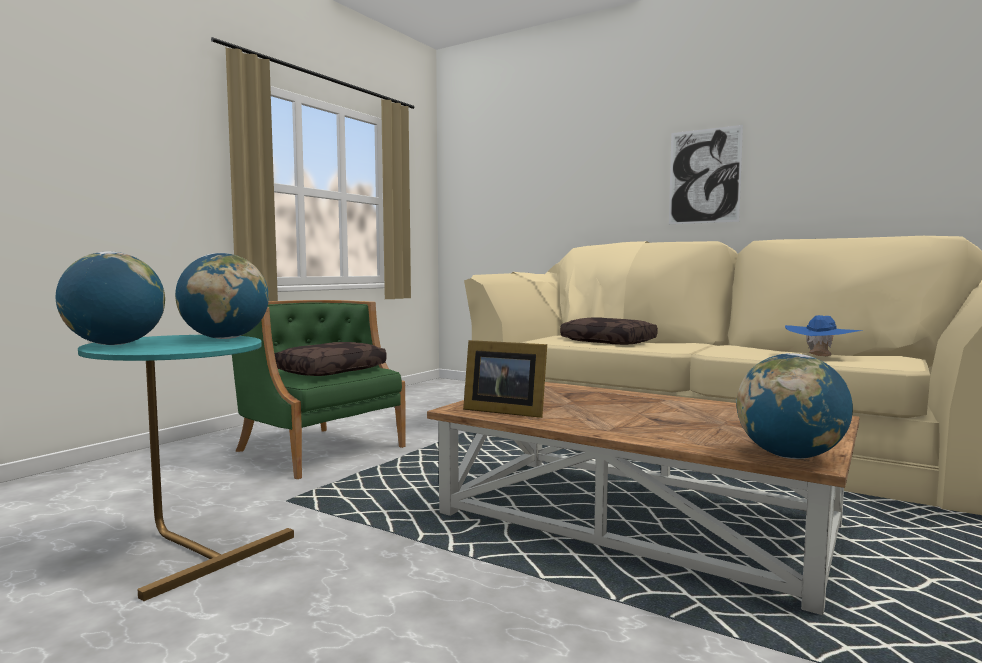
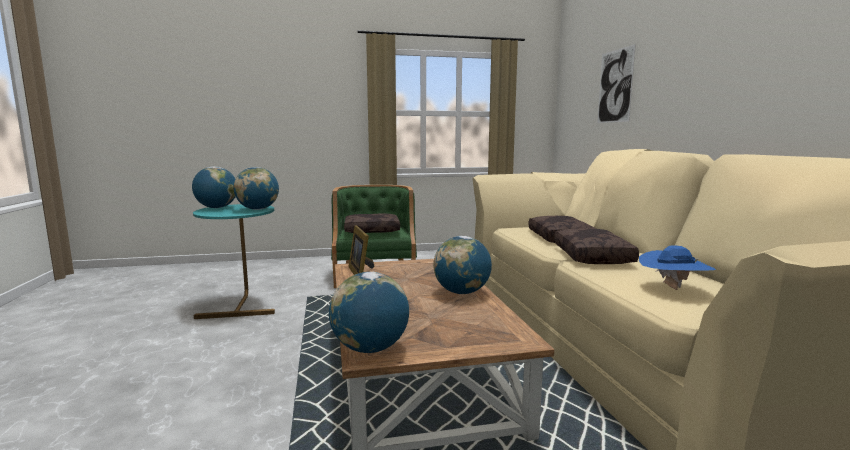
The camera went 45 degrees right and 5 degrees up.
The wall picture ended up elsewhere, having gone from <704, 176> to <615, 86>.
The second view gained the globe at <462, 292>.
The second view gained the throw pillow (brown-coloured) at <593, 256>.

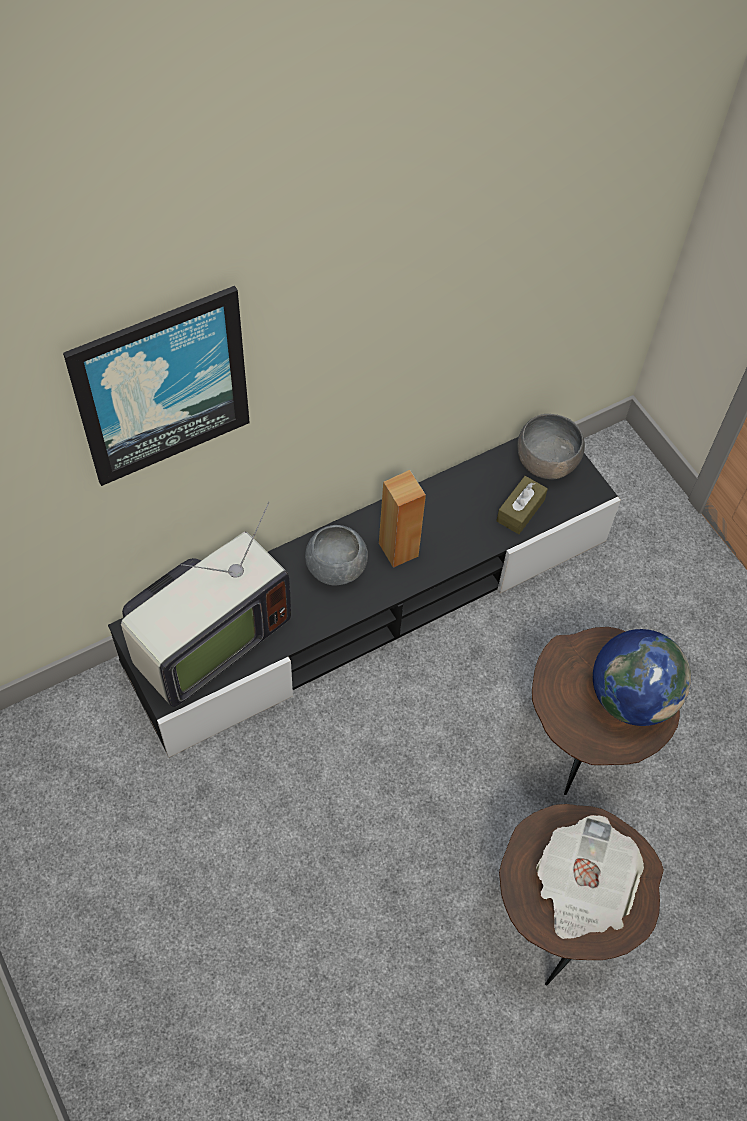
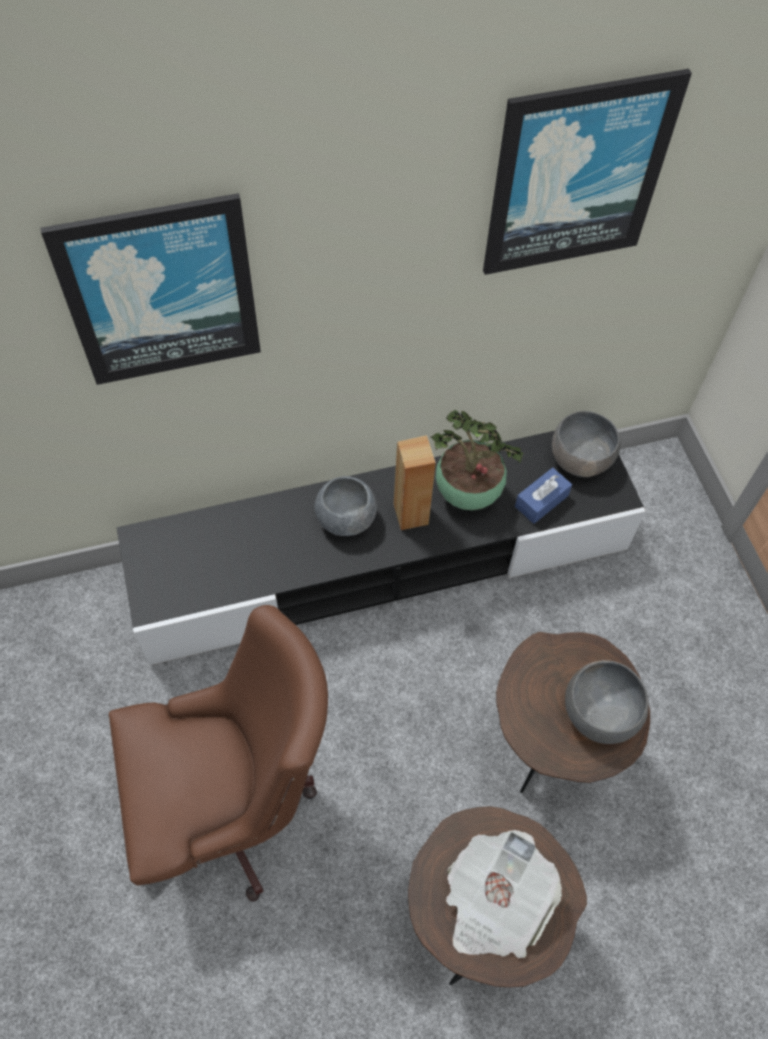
The camera went 15 degrees right and 0 degrees up.
The second view lost the TV at <206, 641>.
What was the tissue box (brown-coloured) at <520, 510> turned into the tissue box (blue-coloured) at <541, 501>.
Where the globe stood at <631, 696>, the serving bowl (gray) came to stand at <600, 712>.
The second view gained the desk chair (brown-coloured) at <232, 807>.
The second view gained the potted plant at <469, 494>.
The second view gained the wall picture at <576, 175>.

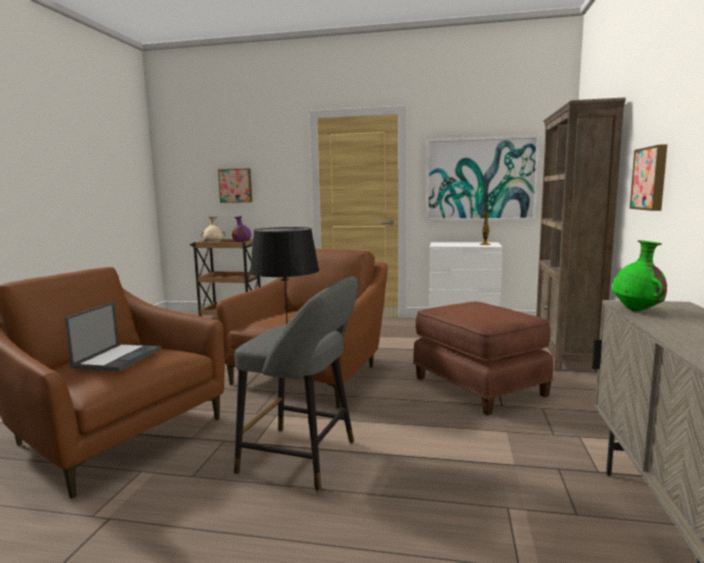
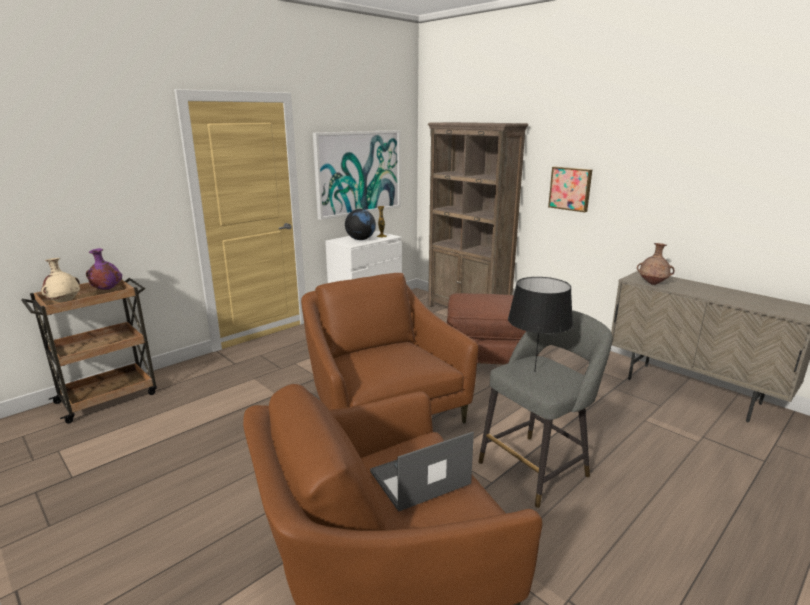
The camera went 55 degrees left and 10 degrees up.
The portable computer at <118, 357> ended up facing another way, 75 degrees counterclockwise from before.
The second view lost the wall picture at <236, 185>.
What was the decorative vase (greenish) at <637, 311> turned into the decorative vase (brown-coloured) at <653, 283>.
The second view gained the globe at <360, 239>.

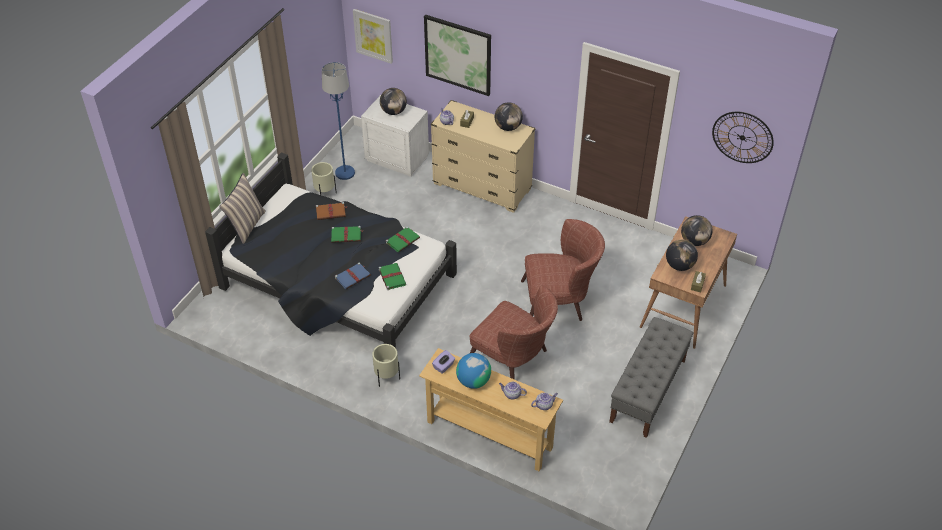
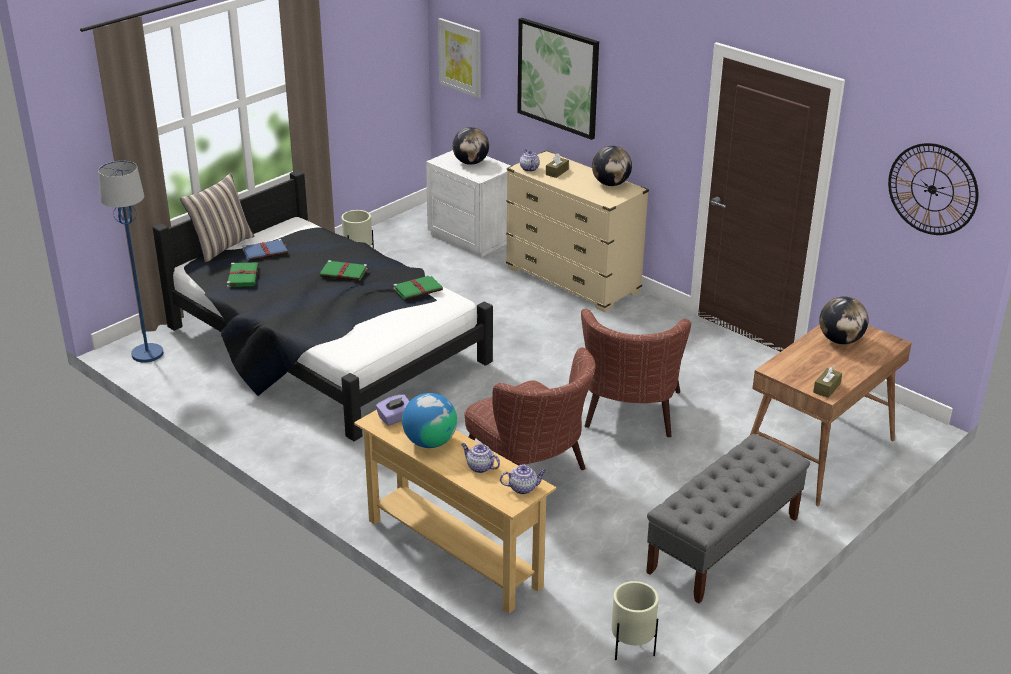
The camera went 15 degrees right and 15 degrees down.
The second view lost the book (brown-coloured) at <331, 212>.
The standing lamp (blue-coloured) ended up elsewhere, having gone from <345, 173> to <148, 354>.
The book (blue-coloured) ended up elsewhere, having gone from <353, 276> to <266, 252>.
The planter (sand-coloured) ended up elsewhere, having gone from <387, 378> to <632, 650>.
The book (greenish) ended up elsewhere, having gone from <392, 277> to <243, 276>.
The armchair (brown-coloured) at <559, 301> ended up facing another way, 90 degrees clockwise from before.
The second view lost the globe at <679, 265>.

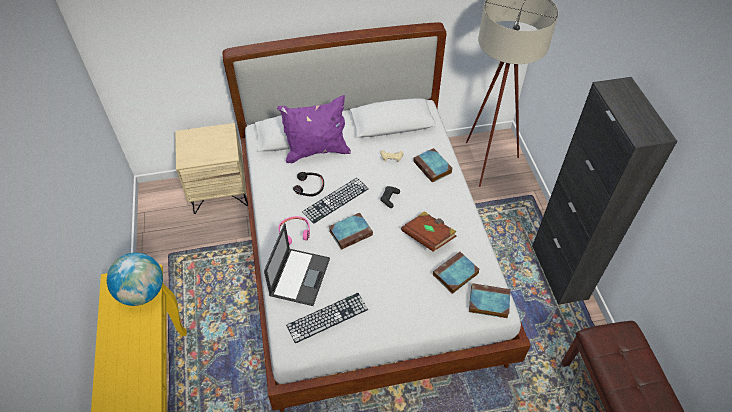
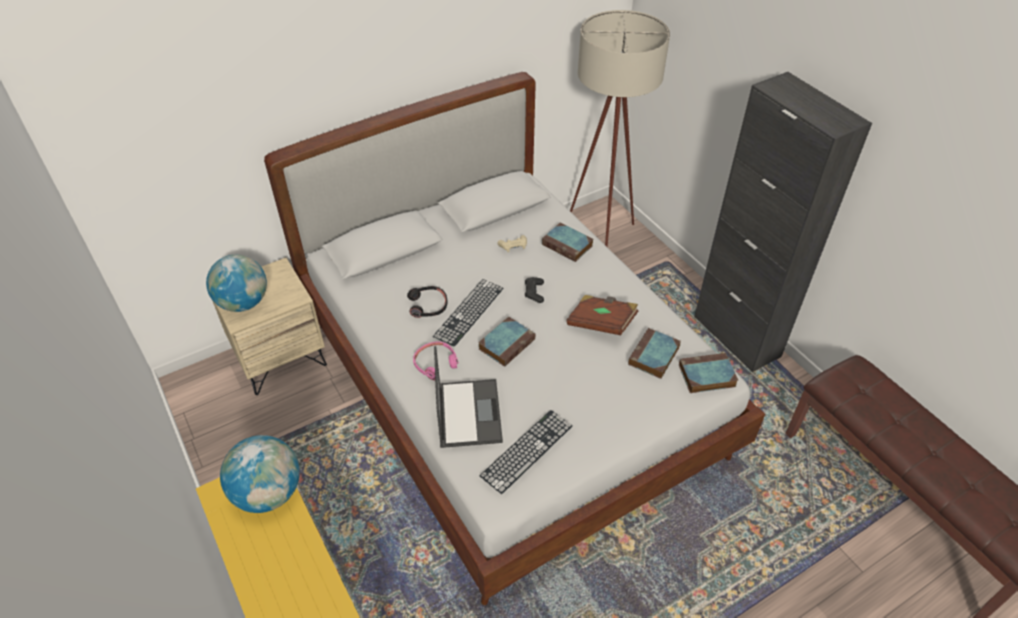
The camera went 20 degrees left and 5 degrees down.
The second view lost the throw pillow (purple) at <316, 151>.
The second view gained the globe at <244, 302>.

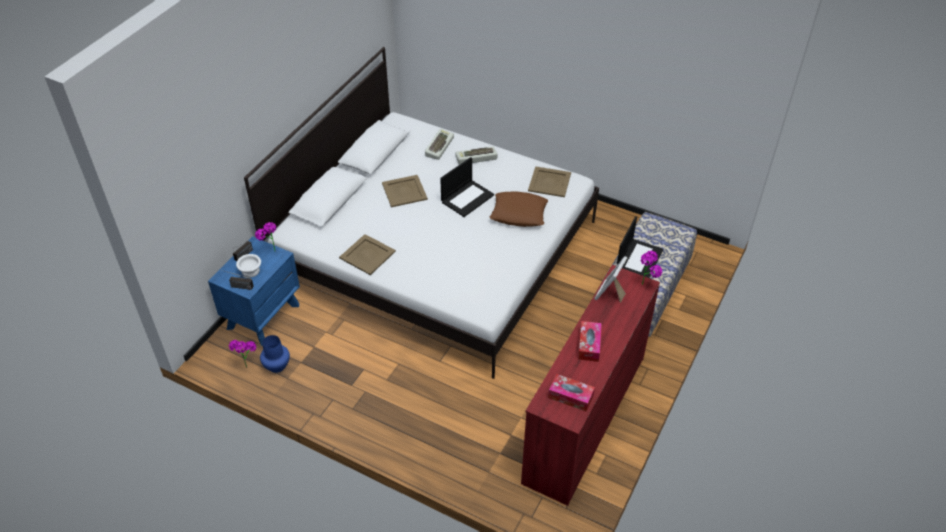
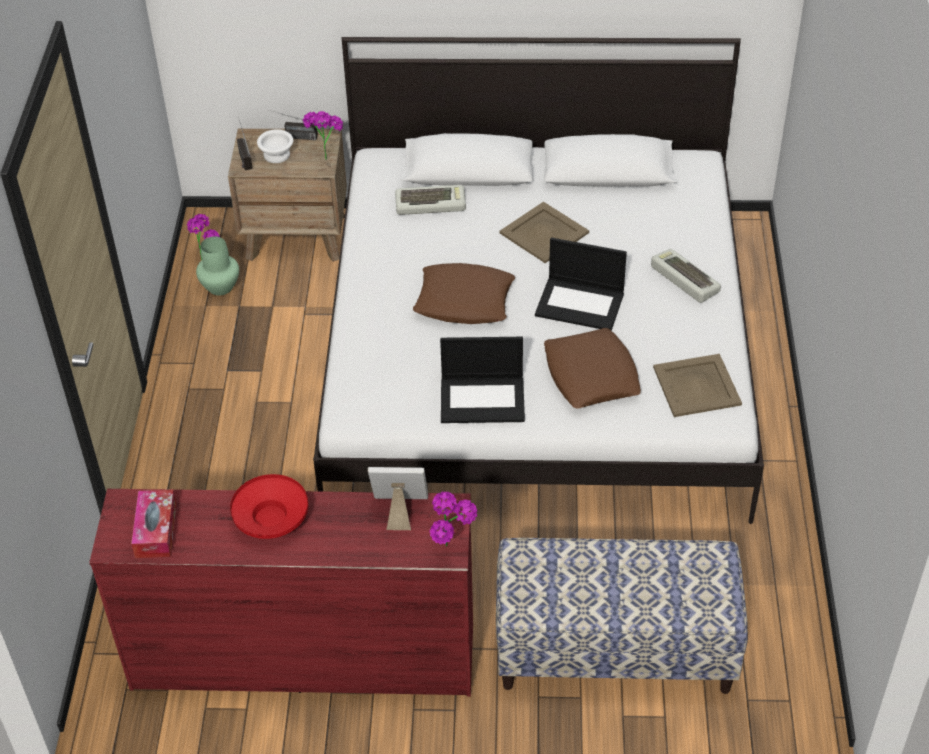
The camera went 65 degrees right and 0 degrees up.
What was the nightstand (blue-coloured) at <263, 316> turned into the nightstand (brown-coloured) at <296, 237>.
What was the decorative vase (blue-coloured) at <276, 366> turned into the decorative vase (greenish) at <220, 286>.
The second view lost the tray (sand-coloured) at <367, 255>.
The keyboard ended up elsewhere, having gone from <439, 146> to <431, 204>.
Where the tissue box stood at <589, 345>, the serving bowl (reddish) came to stand at <271, 519>.
The portable computer ended up elsewhere, having gone from <639, 259> to <483, 399>.
The second view gained the throw pillow (brown-coloured) at <464, 301>.

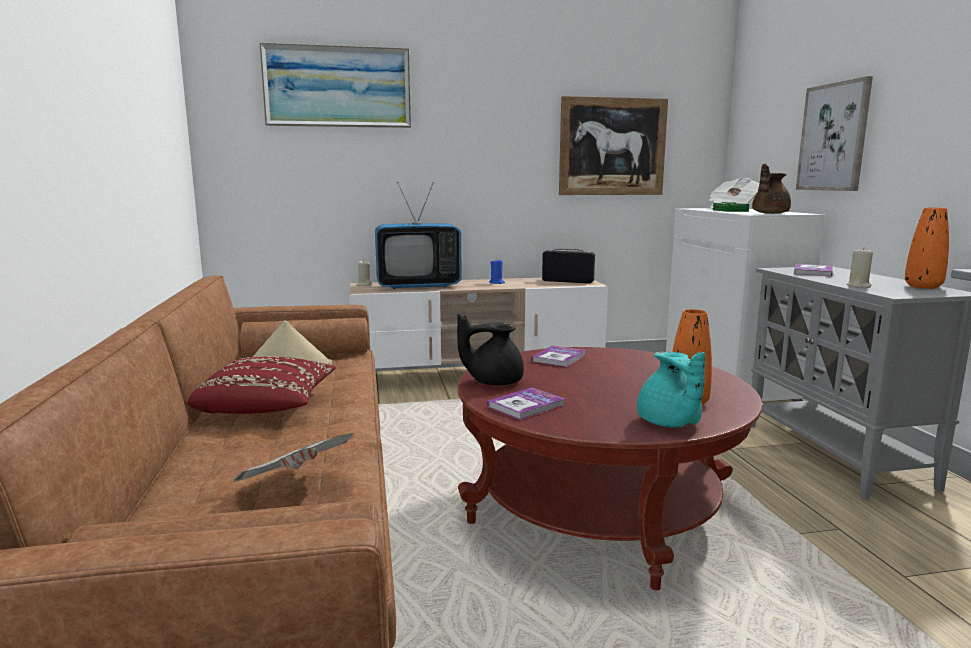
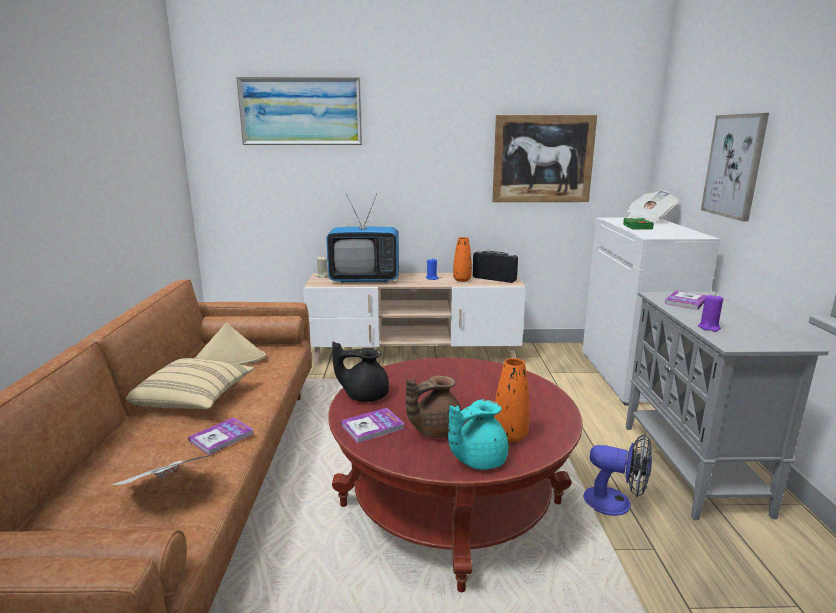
The camera went 10 degrees right and 5 degrees up.
What was the throw pillow (reddish) at <267, 407> turned into the throw pillow (sand-coloured) at <194, 400>.
The book ended up elsewhere, having gone from <558, 358> to <222, 437>.
The tea pot (turquoise) at <669, 423> ended up facing another way, 60 degrees clockwise from before.
The tea pot (brown-coloured) ended up elsewhere, having gone from <768, 213> to <435, 430>.
What was the wax light (sand-coloured) at <859, 286> turned into the wax light (purple) at <709, 327>.
The decorative vase (orange-coloured) ended up elsewhere, having gone from <923, 286> to <462, 280>.
The second view gained the fan at <616, 503>.

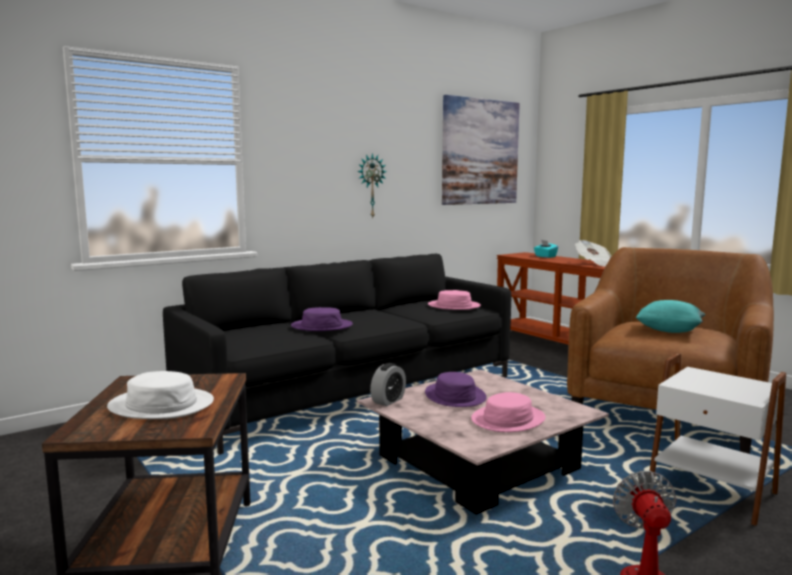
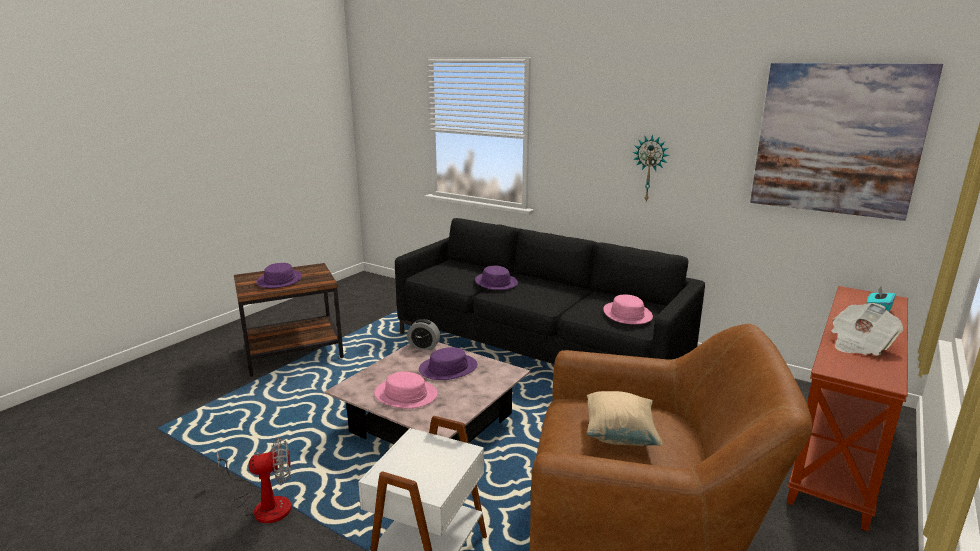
The camera went 70 degrees right and 10 degrees up.
What was the clothing hat (white-coloured) at <162, 405> turned into the clothing hat (purple) at <279, 280>.
What was the throw pillow (turquoise) at <669, 331> turned into the throw pillow (sand-coloured) at <619, 435>.

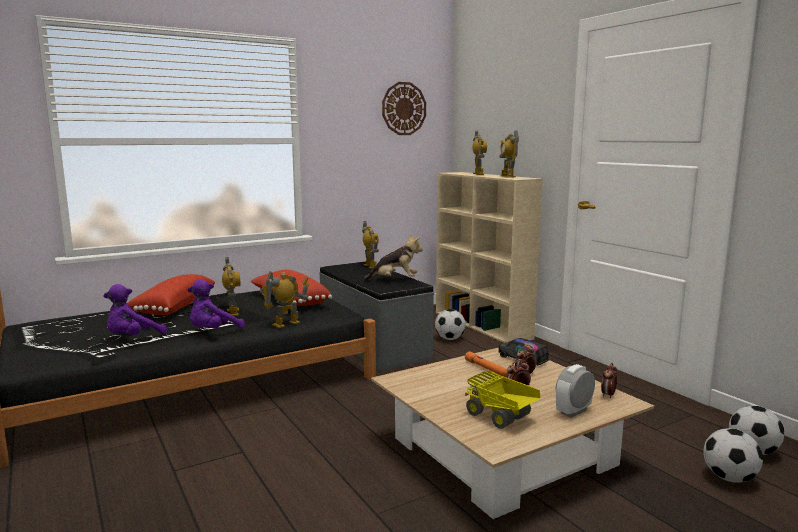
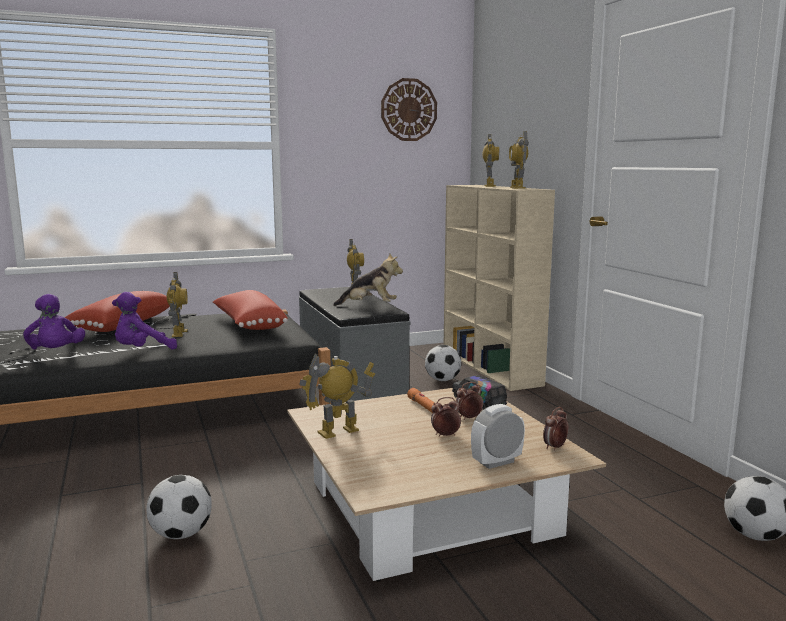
The camera went 10 degrees right and 0 degrees up.
The cuddly toy (purple) at <133, 338> ended up facing another way, 75 degrees counterclockwise from before.
The toy robot ended up elsewhere, having gone from <286, 324> to <338, 432>.
The second view lost the toy lorry at <500, 417>.
The football ball ended up elsewhere, having gone from <729, 478> to <181, 534>.

